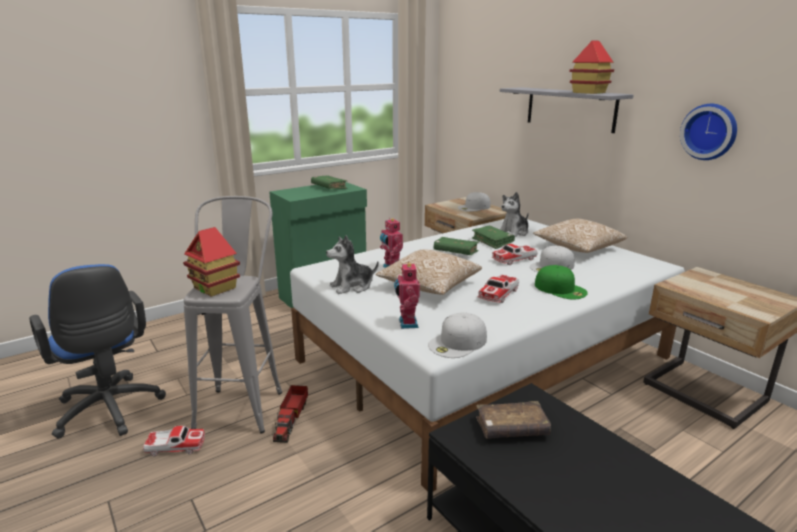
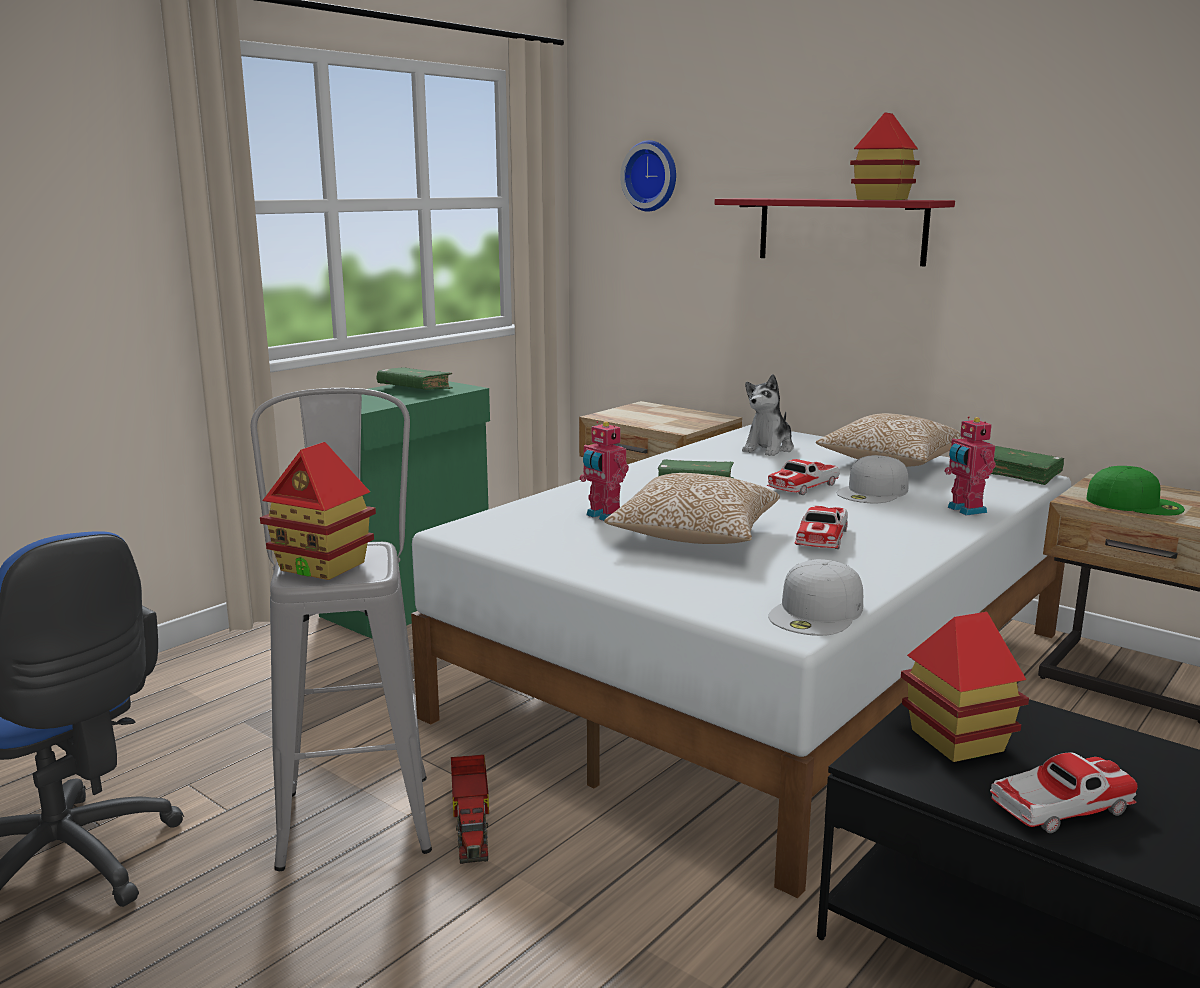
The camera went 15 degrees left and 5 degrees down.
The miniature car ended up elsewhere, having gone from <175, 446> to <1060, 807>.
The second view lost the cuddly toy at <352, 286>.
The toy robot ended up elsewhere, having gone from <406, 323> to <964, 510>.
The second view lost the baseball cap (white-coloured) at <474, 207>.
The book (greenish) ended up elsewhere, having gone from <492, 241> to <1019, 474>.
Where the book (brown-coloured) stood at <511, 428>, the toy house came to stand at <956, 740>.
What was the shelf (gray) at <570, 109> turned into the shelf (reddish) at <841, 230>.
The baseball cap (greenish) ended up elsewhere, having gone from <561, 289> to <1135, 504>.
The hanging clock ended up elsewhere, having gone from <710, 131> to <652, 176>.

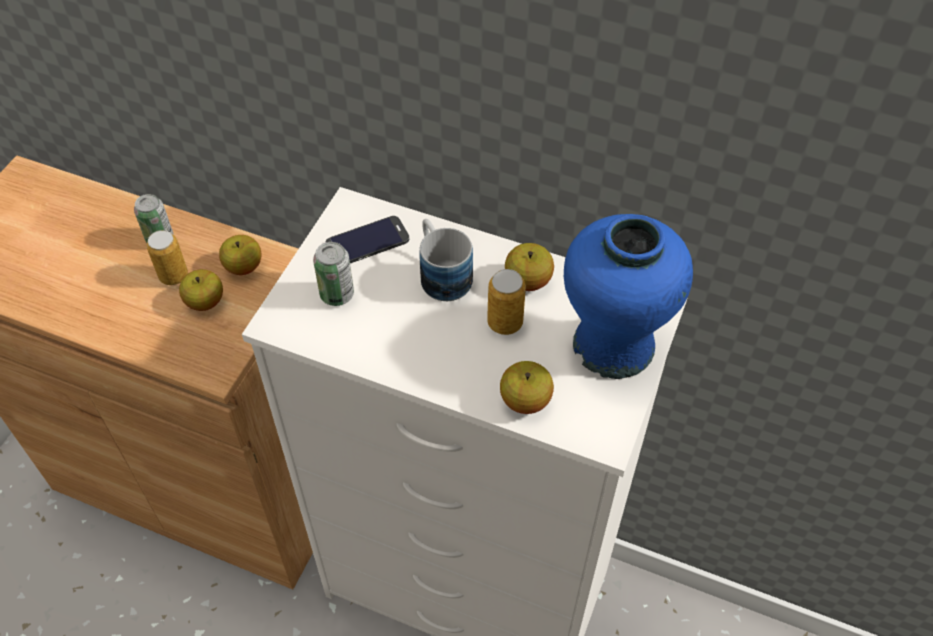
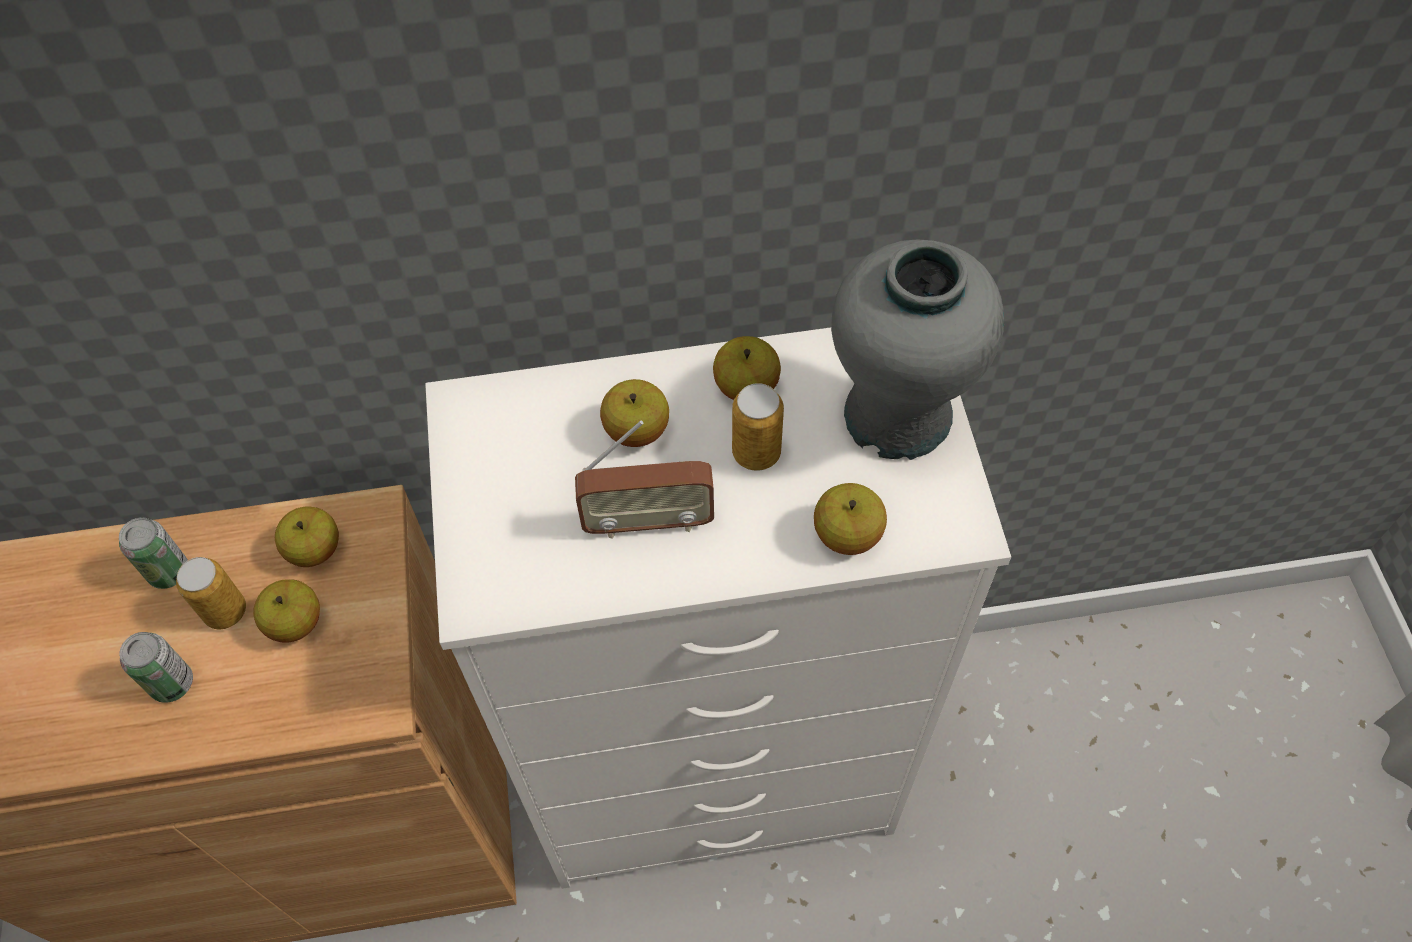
The camera went 30 degrees left and 5 degrees up.
The can ended up elsewhere, having gone from <337, 294> to <172, 683>.
The second view lost the phone at <367, 242>.
Where the mug stood at <441, 273>, the apple fruit came to stand at <636, 430>.
What was the decorative vase (blue-coloured) at <614, 347> turned into the decorative vase (gray) at <898, 416>.
The second view gained the radio set at <648, 521>.

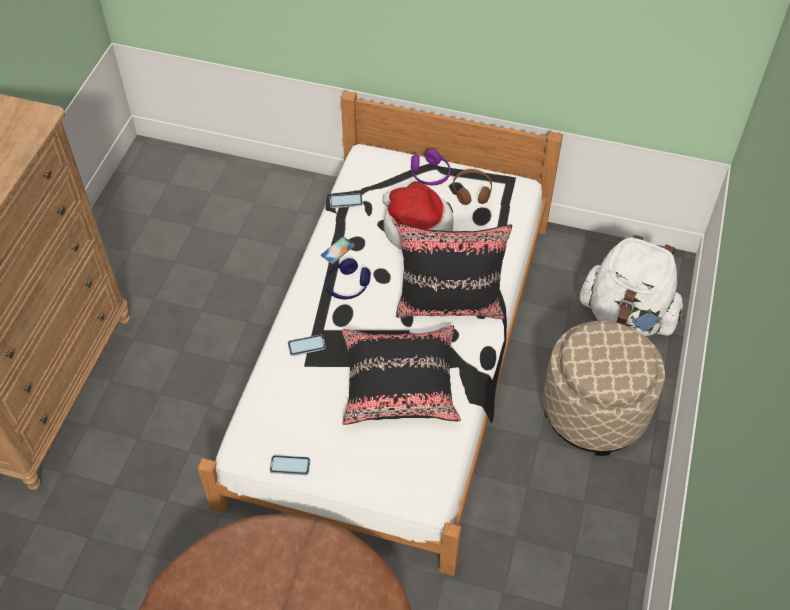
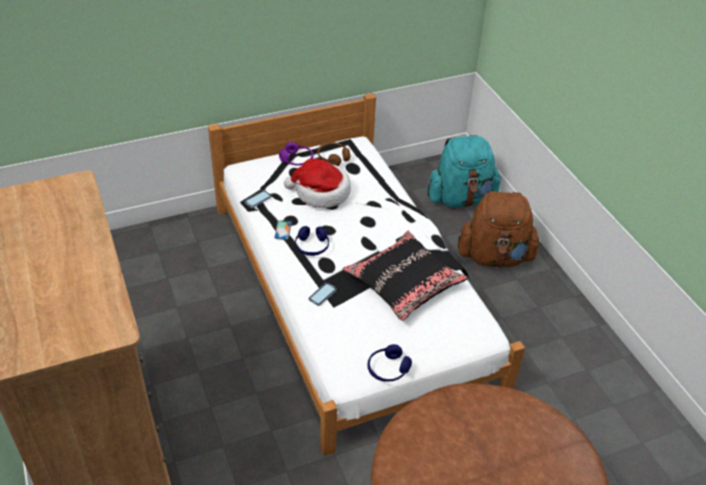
The camera went 40 degrees left and 10 degrees down.
Where the phone stood at <290, 466>, the headphones (blue-coloured) came to stand at <388, 369>.
The second view lost the throw pillow (black-coloured) at <450, 304>.
Where the ottoman (sand-coloured) stood at <594, 411>, the backpack (brown-coloured) came to stand at <495, 257>.
What was the backpack (white-coloured) at <627, 315> turned into the backpack (turquoise) at <460, 198>.

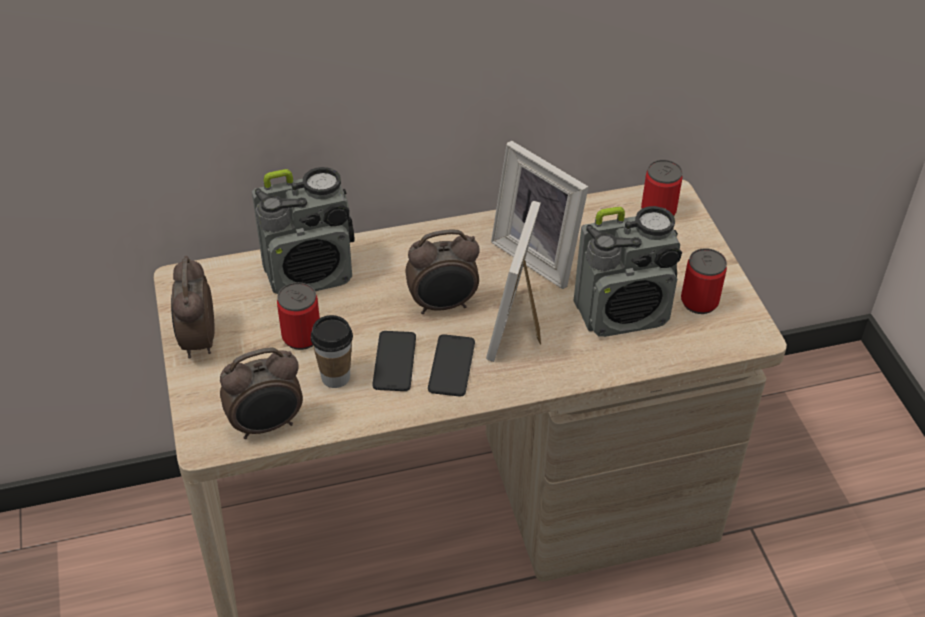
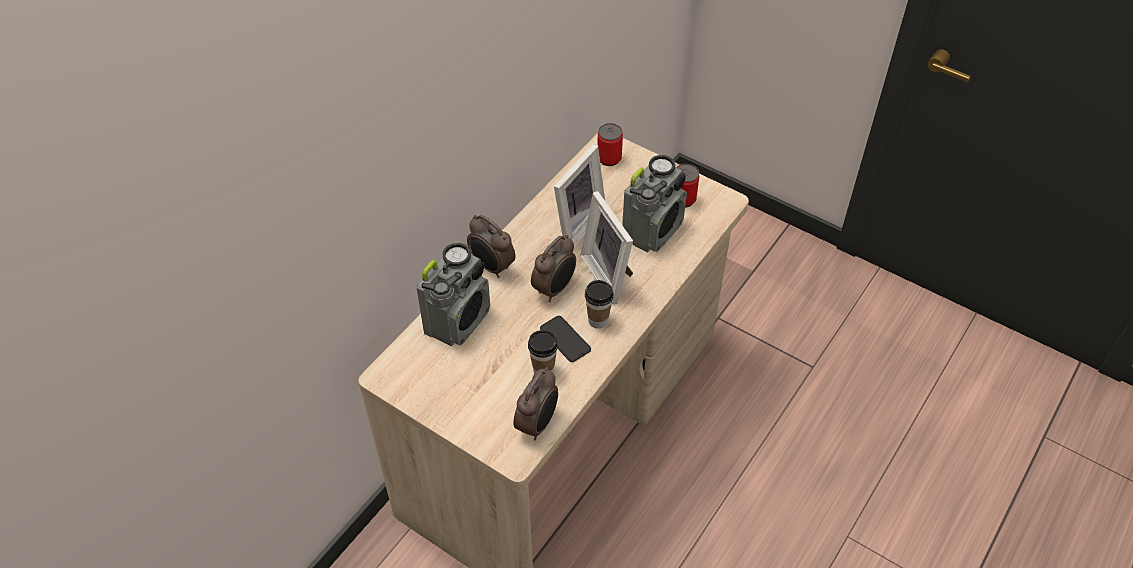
The camera went 40 degrees left and 5 degrees up.
The alarm clock ended up elsewhere, having gone from <197, 341> to <491, 267>.
The second view lost the can at <301, 337>.
Where the phone stood at <451, 366>, the cup came to stand at <598, 320>.
The photo frame at <540, 255> ended up facing another way, 60 degrees counterclockwise from before.

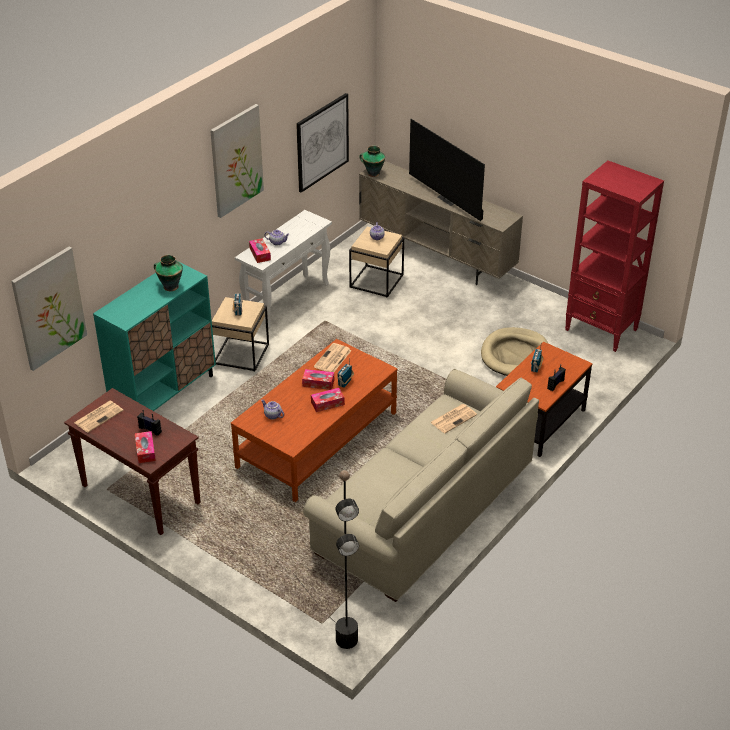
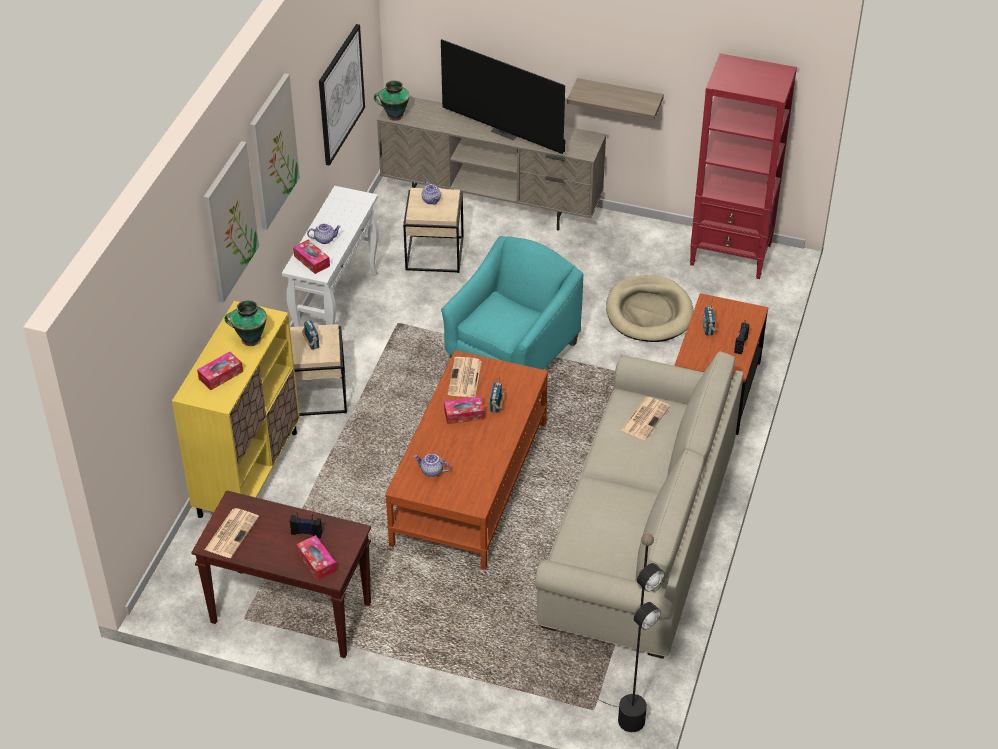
The camera went 20 degrees left and 5 degrees up.
The wall picture ended up elsewhere, having gone from <49, 308> to <229, 222>.
What was the cupboard (turquoise) at <164, 394> turned into the cupboard (yellow-coloured) at <248, 473>.
The tissue box ended up elsewhere, having gone from <327, 403> to <221, 375>.
The second view gained the armchair (turquoise) at <512, 352>.
The second view gained the shelf at <619, 98>.

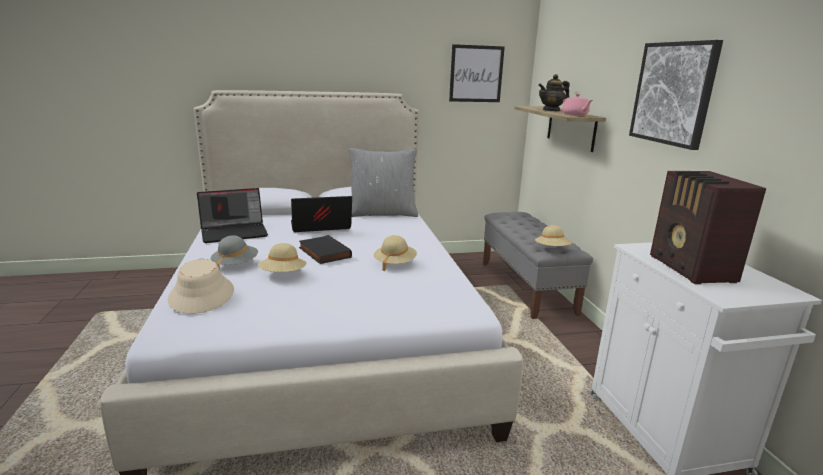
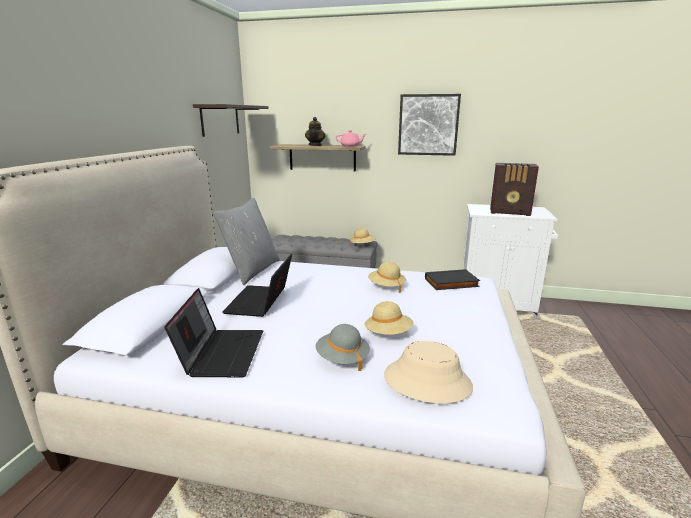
The camera went 65 degrees left and 0 degrees up.
The book (black-coloured) ended up elsewhere, having gone from <323, 253> to <451, 283>.
Where the wall picture hung at <476, 74>, the shelf came to hang at <220, 120>.

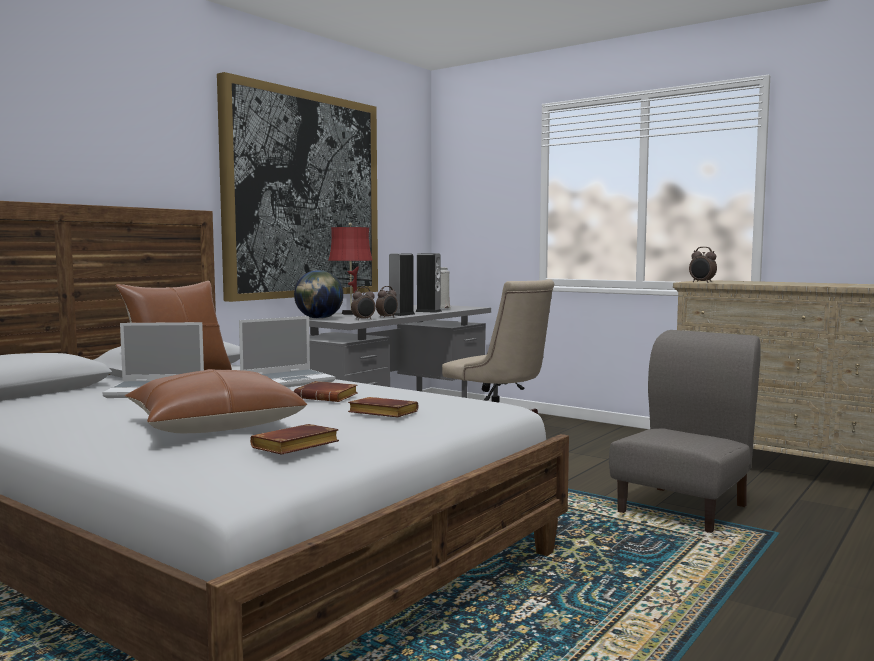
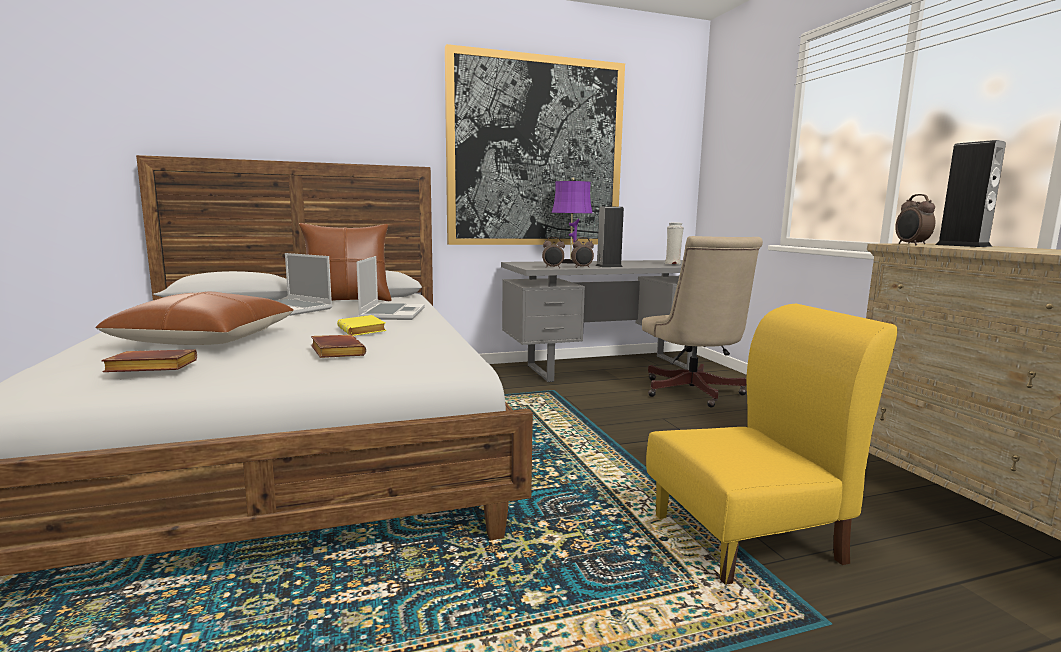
The camera went 35 degrees right and 5 degrees up.
The portable computer at <288, 381> ended up facing another way, 90 degrees counterclockwise from before.
The second view lost the globe at <319, 318>.
What was the book (brown-coloured) at <328, 397> turned into the book (yellow-coloured) at <363, 331>.
What was the table lamp (reddish) at <351, 314> turned into the table lamp (purple) at <570, 262>.
The audio speaker ended up elsewhere, having gone from <428, 311> to <963, 245>.
What was the chair (gray) at <684, 509> turned into the chair (yellow-coloured) at <748, 539>.

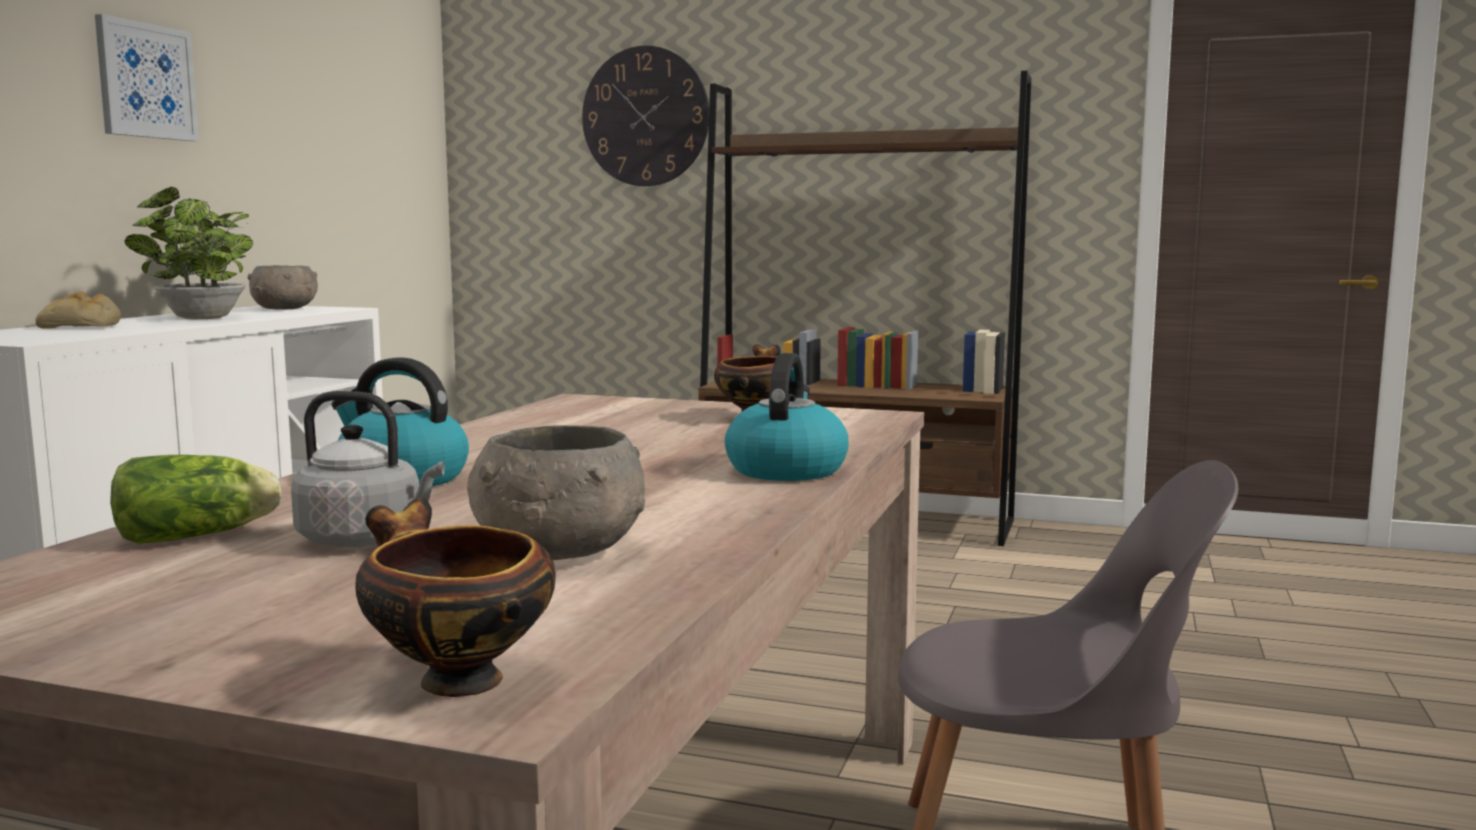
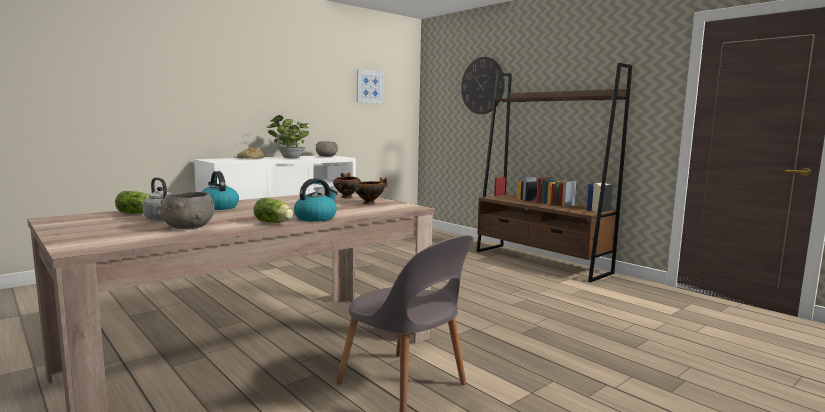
The camera went 30 degrees right and 0 degrees up.
The wall picture ended up elsewhere, having gone from <146, 81> to <369, 86>.
The serving bowl ended up elsewhere, having gone from <455, 680> to <346, 197>.
The second view gained the lettuce at <274, 222>.

